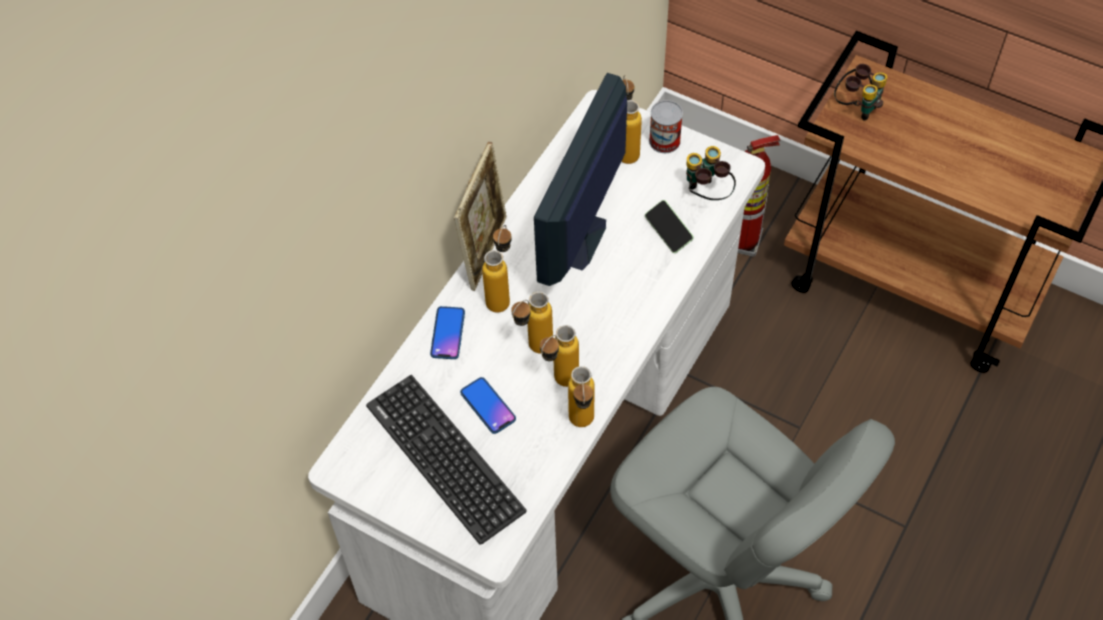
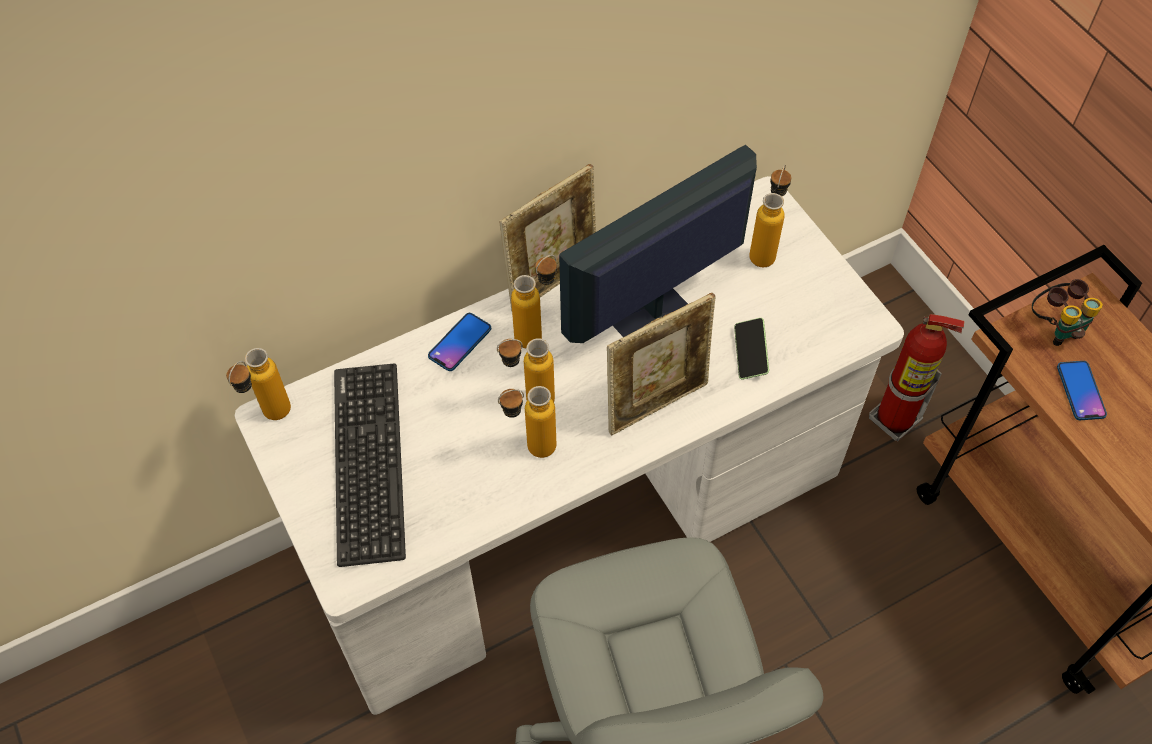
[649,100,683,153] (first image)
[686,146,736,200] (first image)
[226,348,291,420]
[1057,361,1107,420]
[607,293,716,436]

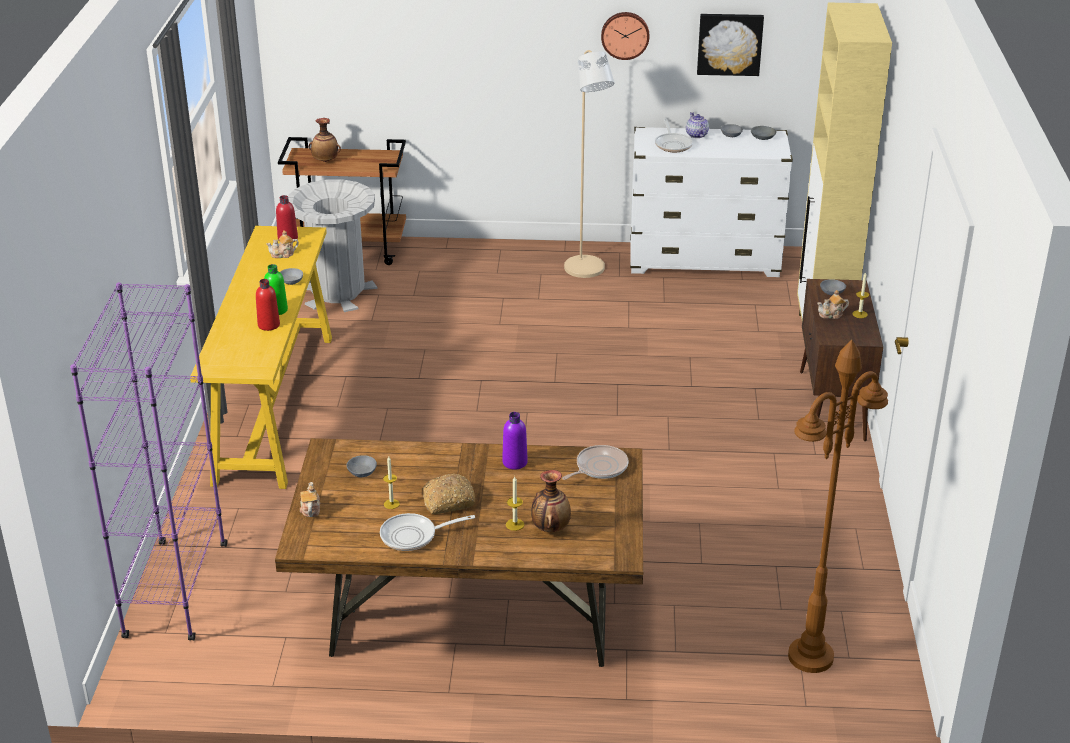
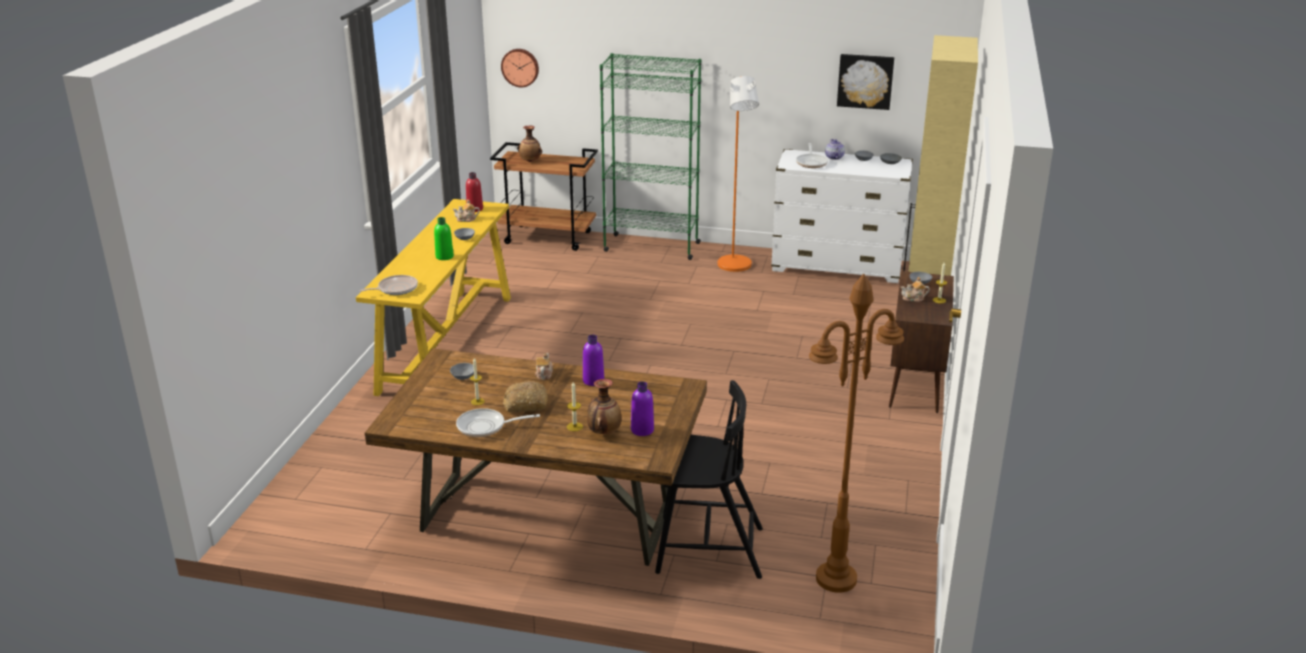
[501,49,539,87]
[718,76,759,272]
[288,179,377,312] (first image)
[256,279,280,331] (first image)
[70,282,227,640] (first image)
[359,275,418,295]
[535,353,553,380]
[600,53,702,260]
[655,380,763,579]
[631,381,654,436]

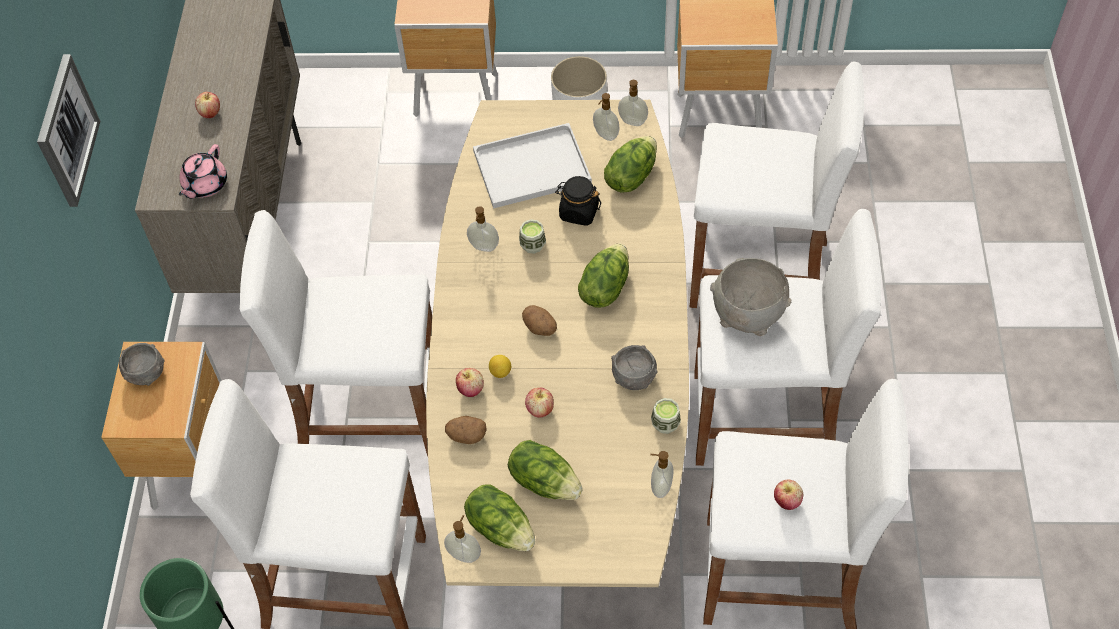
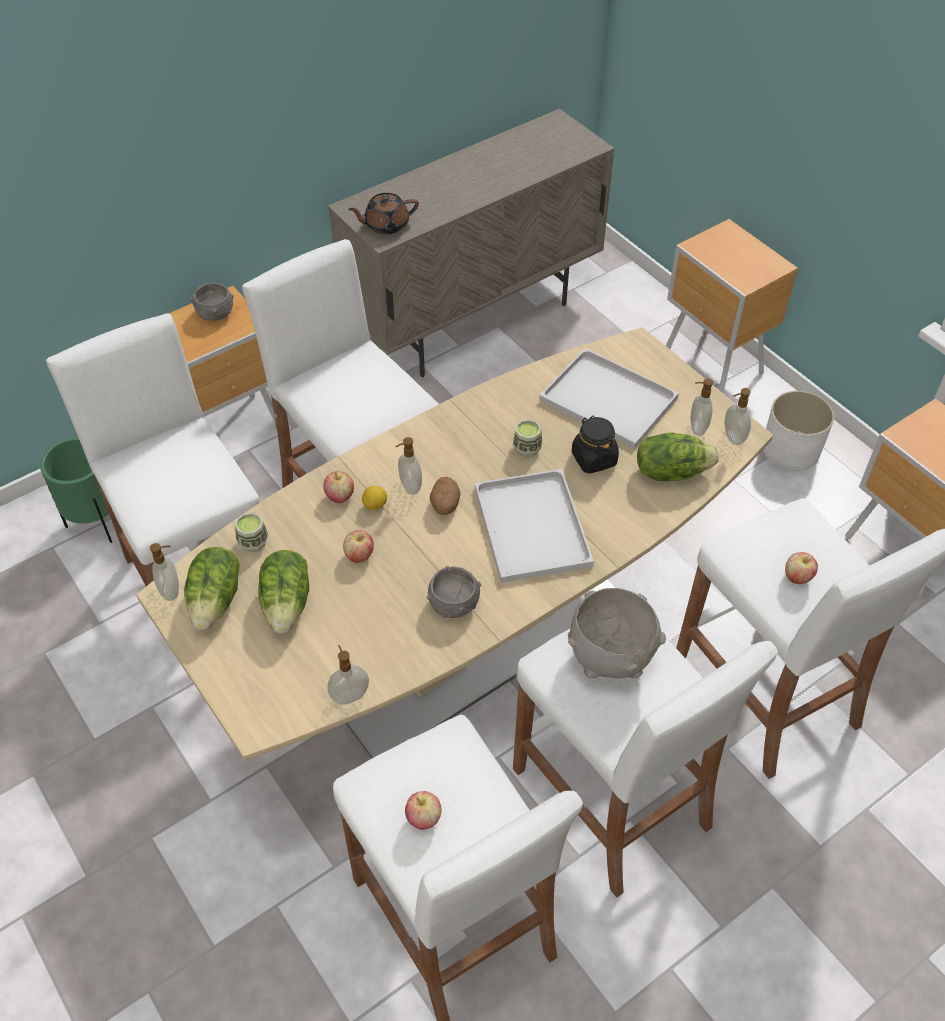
[37,54,100,207] (first image)
[785,552,818,584]
[348,193,419,235]
[396,437,422,495]
[475,469,594,583]
[235,512,268,553]
[445,416,487,444] (first image)

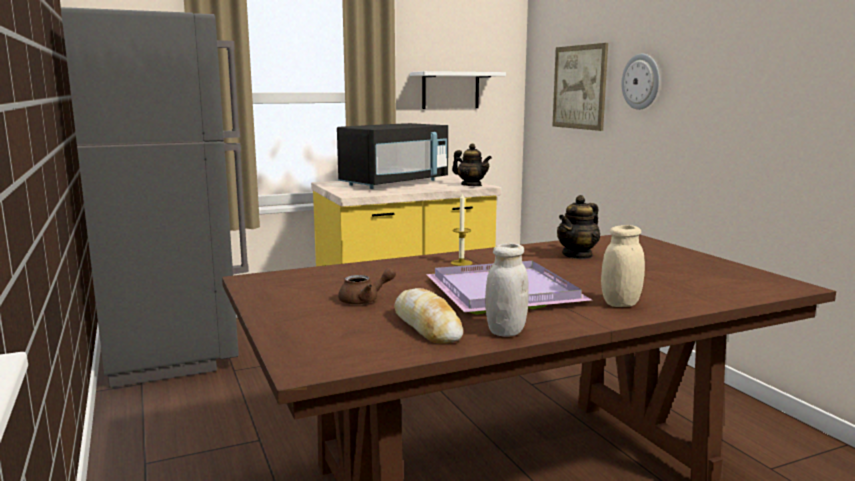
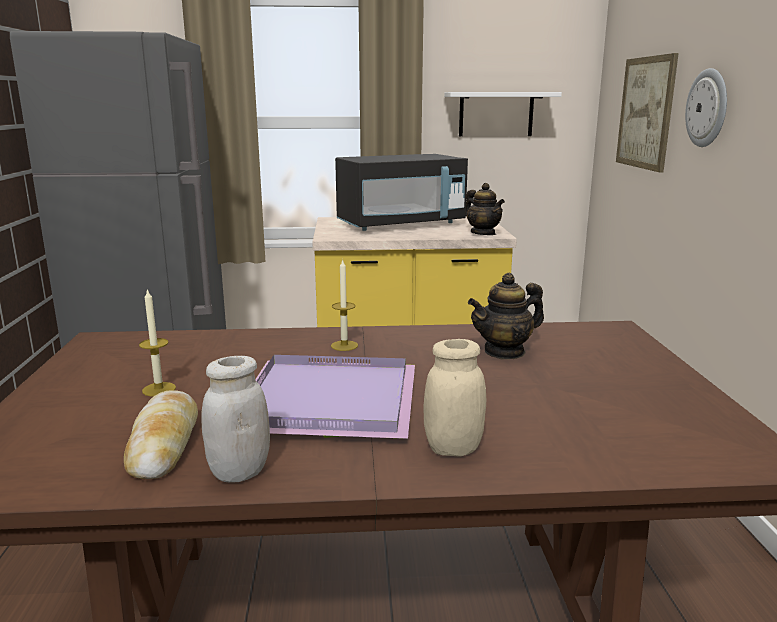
[139,288,176,396]

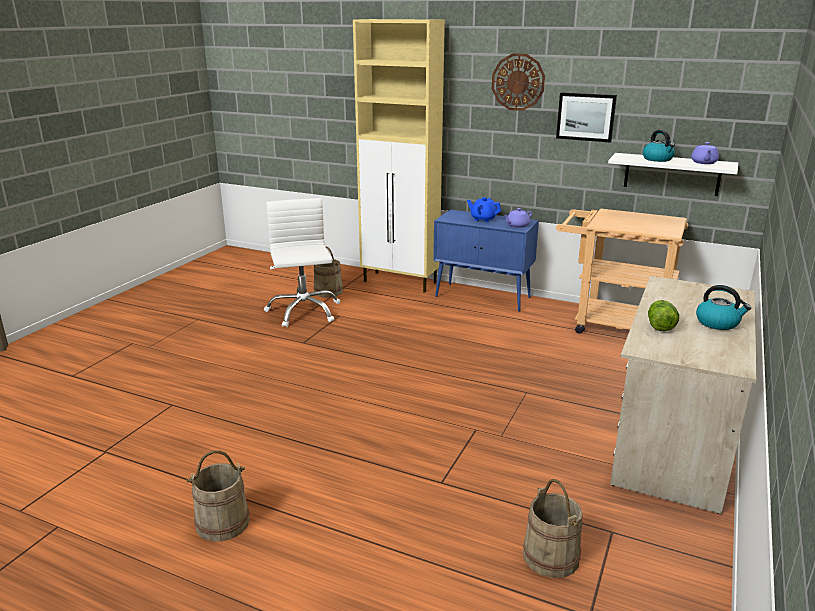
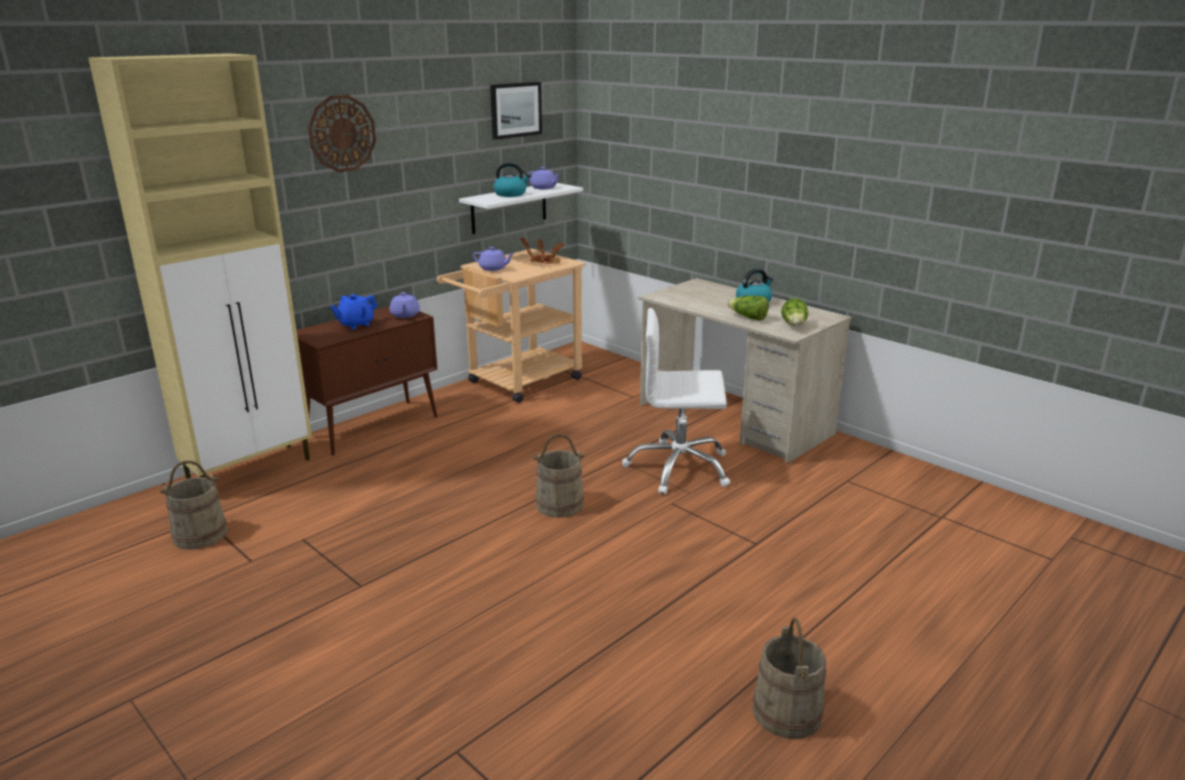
[490,82,542,140]
[622,308,730,495]
[296,306,437,456]
[533,434,585,518]
[520,238,565,264]
[473,247,515,271]
[781,298,809,326]

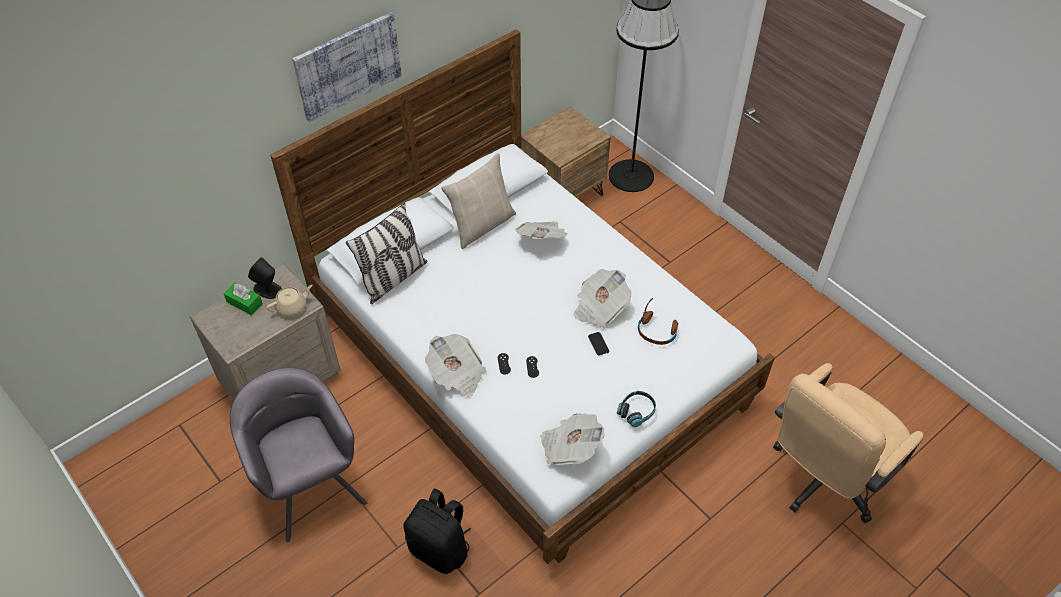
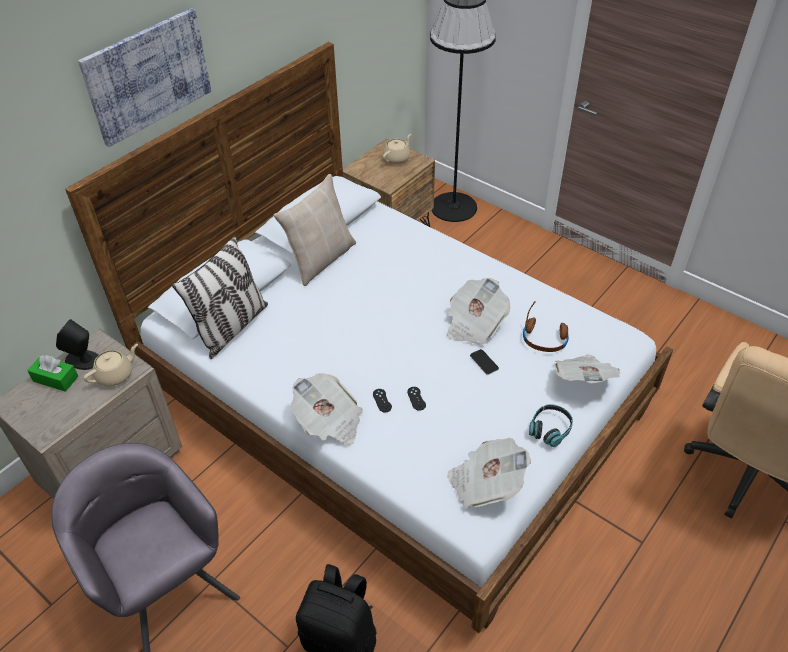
[554,355,620,384]
[383,134,411,164]

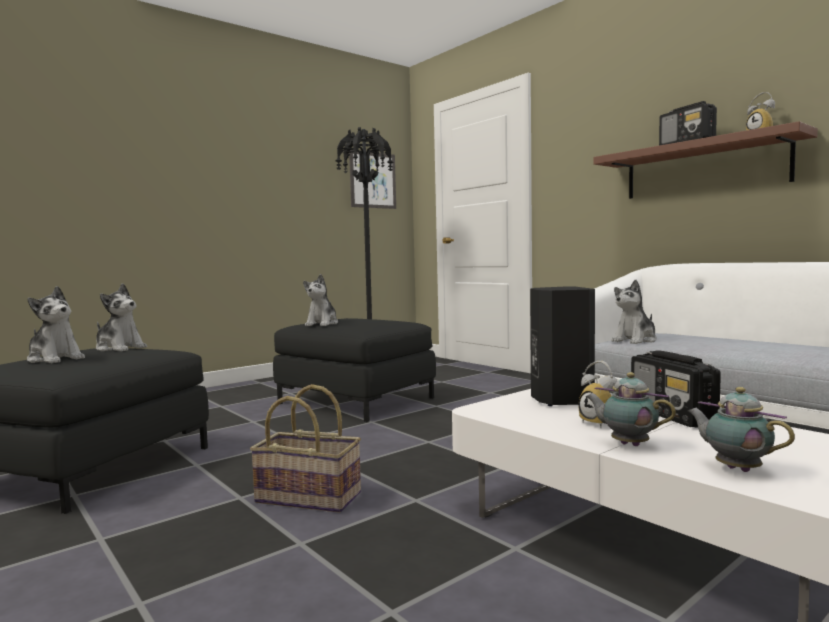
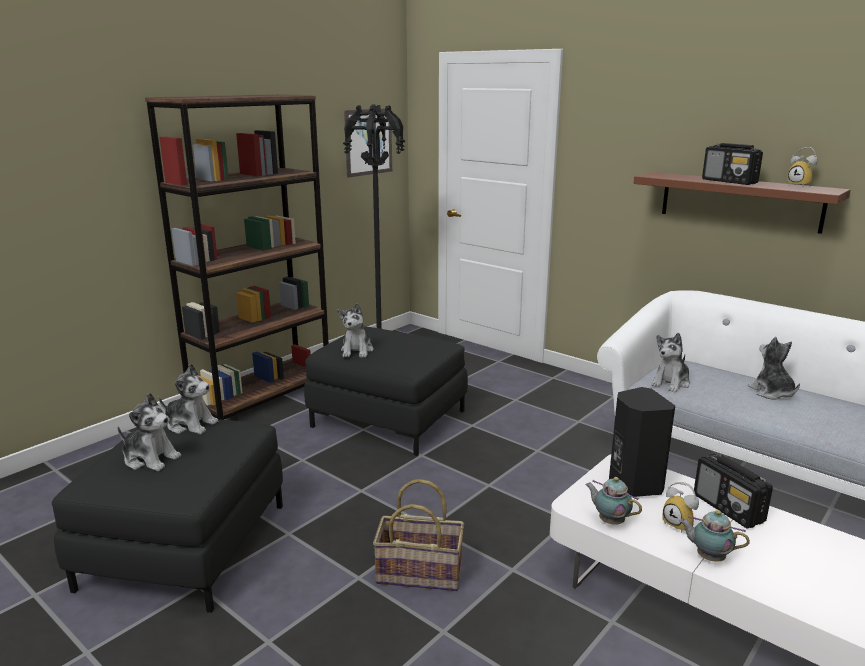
[585,477,642,525]
[145,94,329,420]
[748,337,800,400]

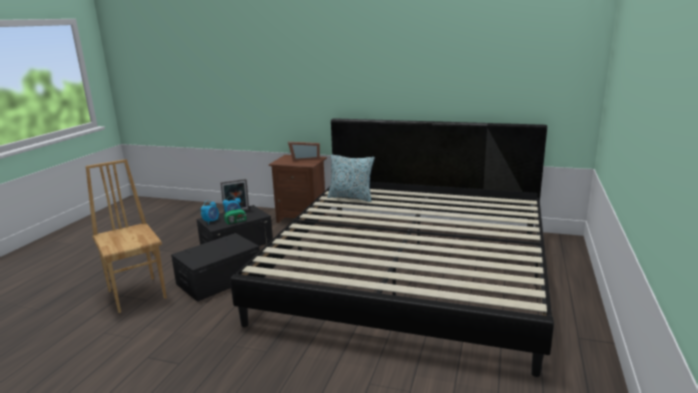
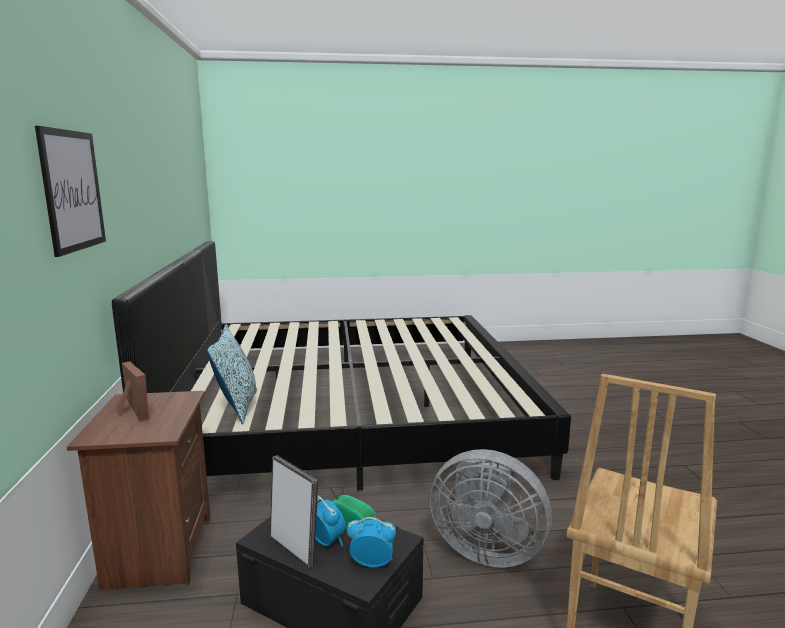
[430,449,552,567]
[35,126,106,257]

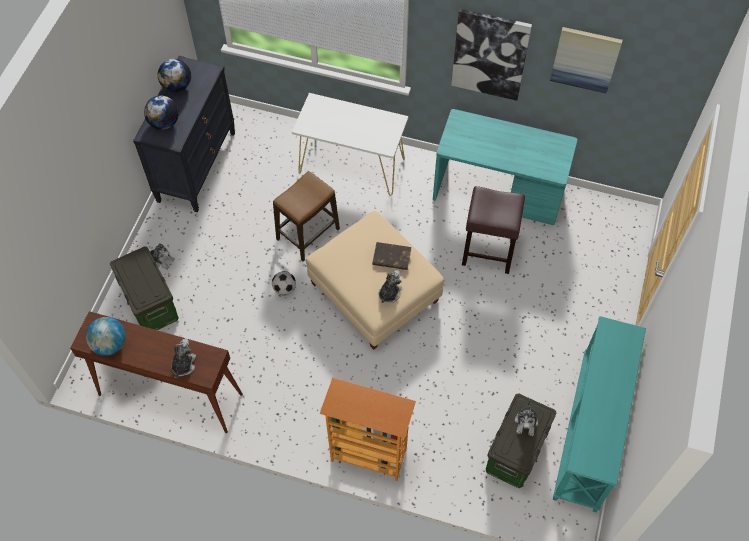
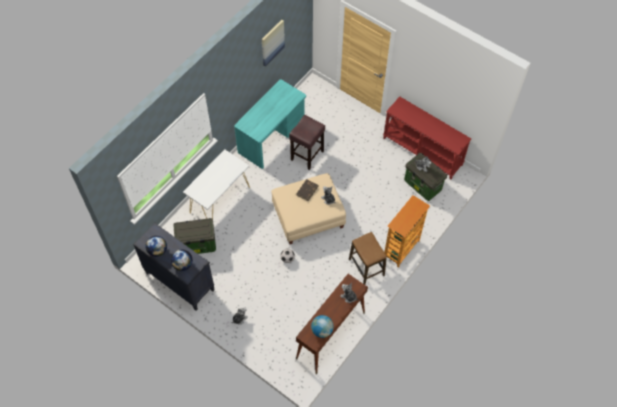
[451,9,532,101] (first image)
[349,232,387,285]
[173,218,216,254]
[383,97,471,179]

